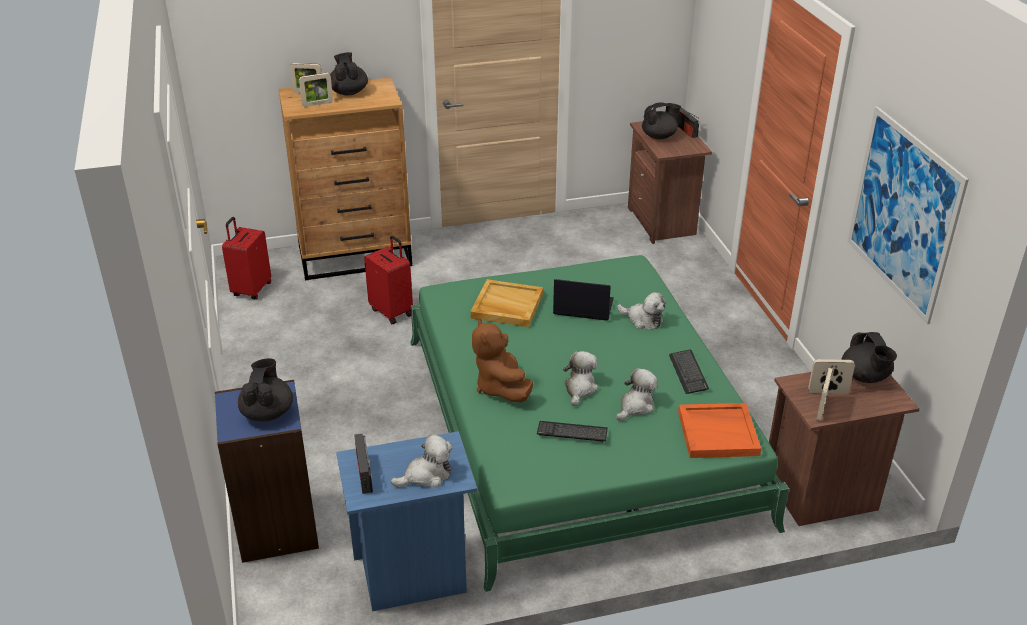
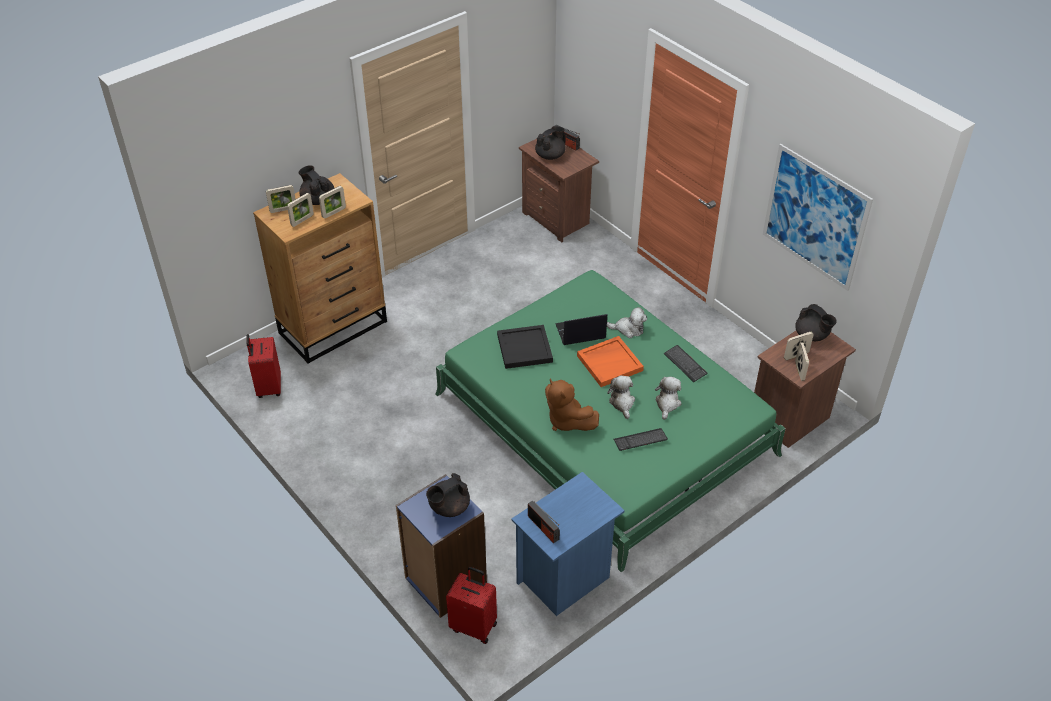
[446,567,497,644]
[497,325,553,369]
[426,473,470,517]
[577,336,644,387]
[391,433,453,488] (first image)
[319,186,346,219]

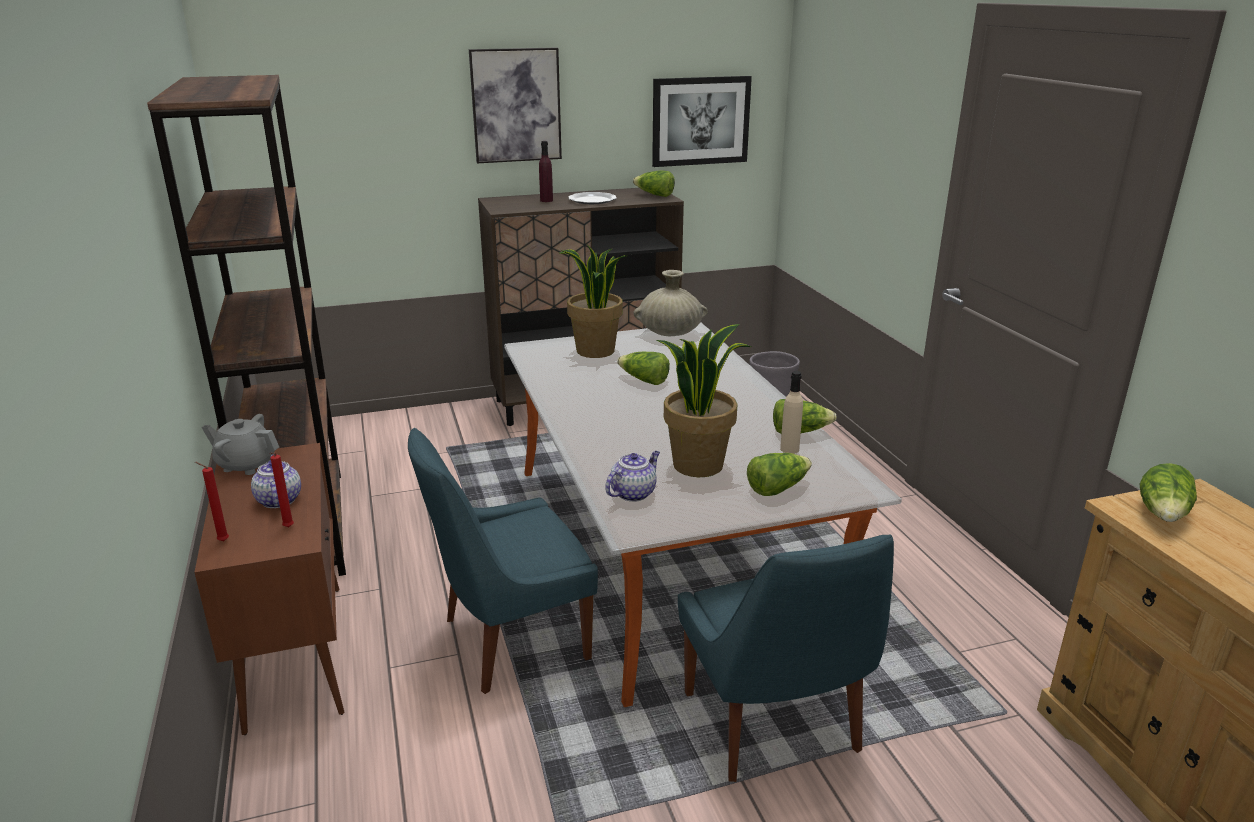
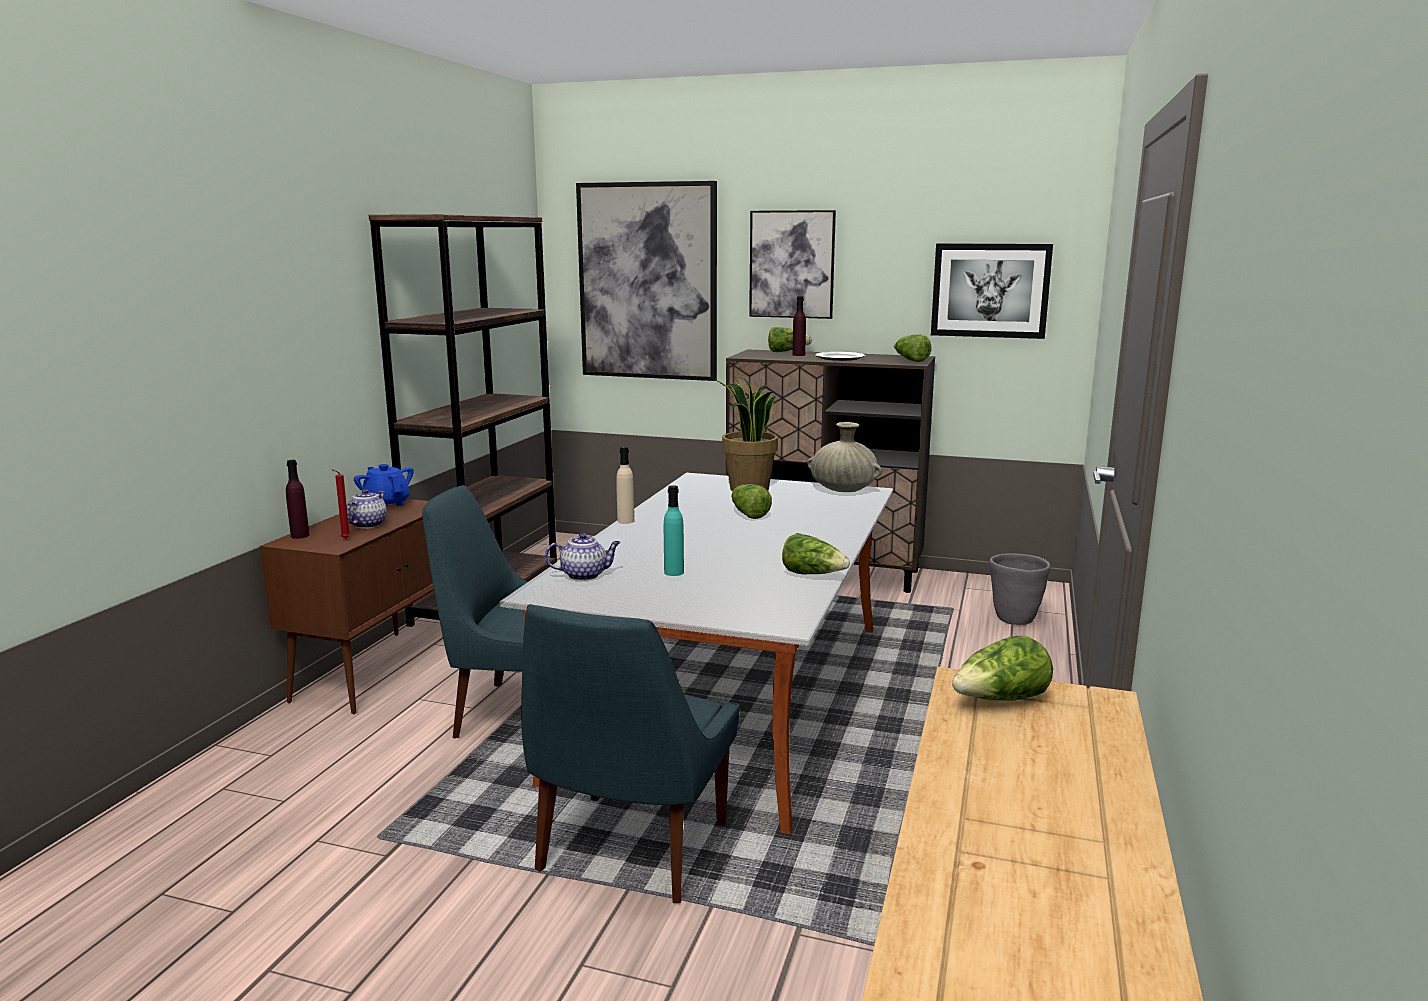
[664,485,684,576]
[616,447,634,524]
[354,464,414,506]
[768,327,812,352]
[286,460,310,539]
[576,181,717,381]

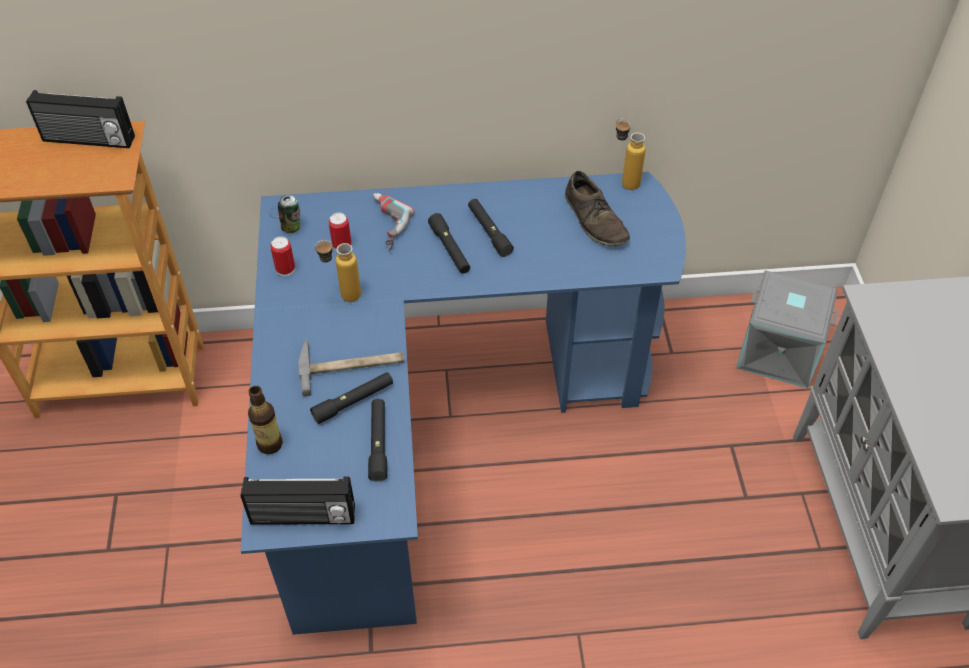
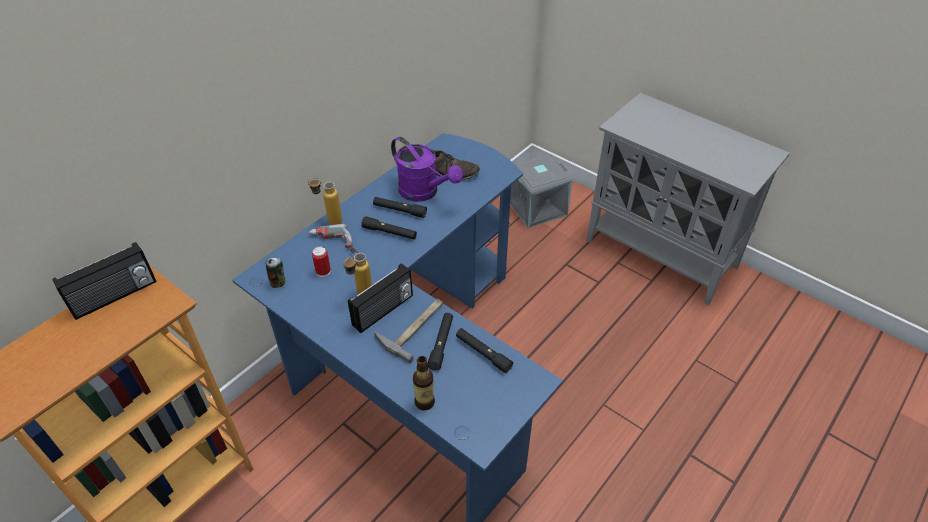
[308,178,342,225]
[270,236,295,276] (first image)
[348,263,413,333]
[391,137,463,202]

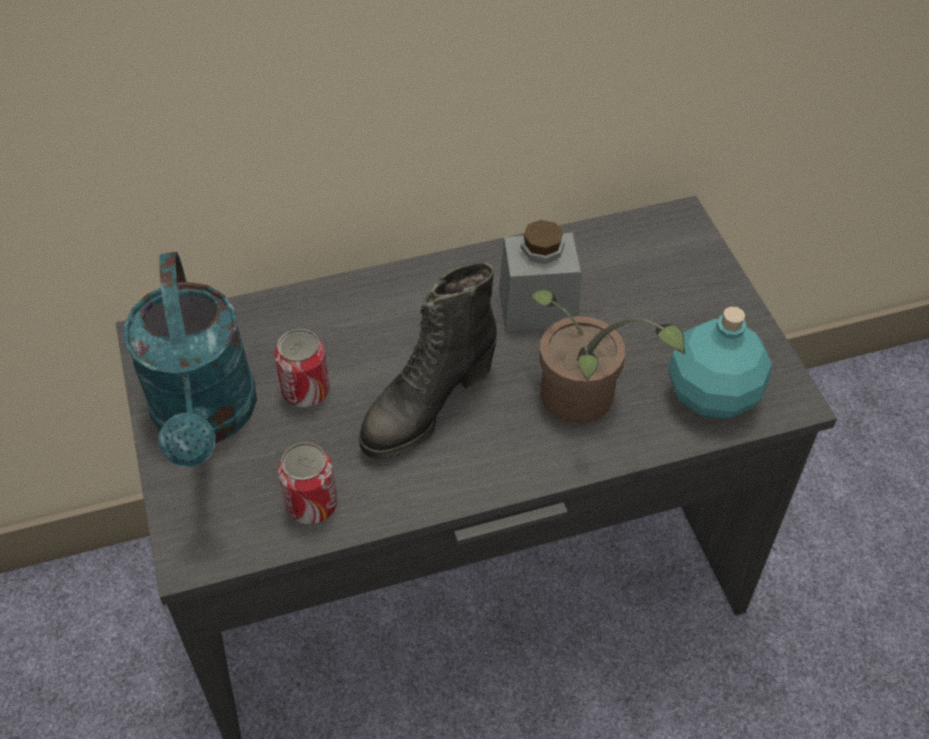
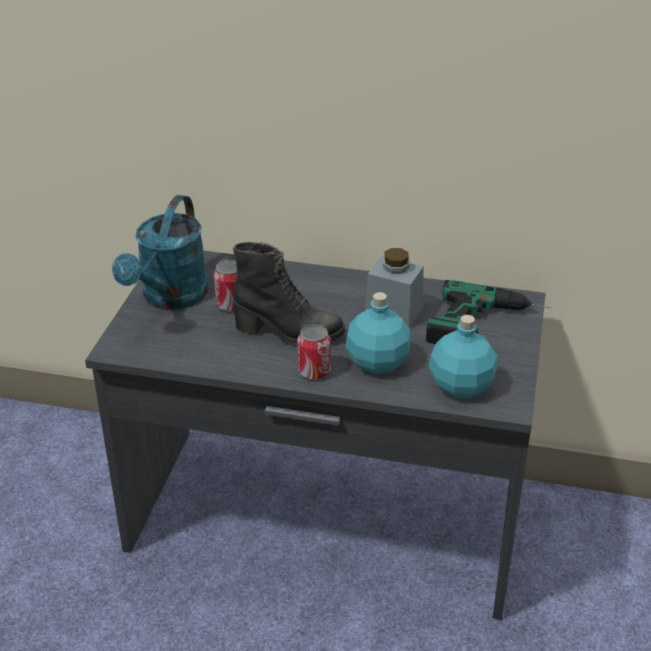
[233,242,345,346]
[345,292,411,374]
[298,324,331,380]
[426,280,551,344]

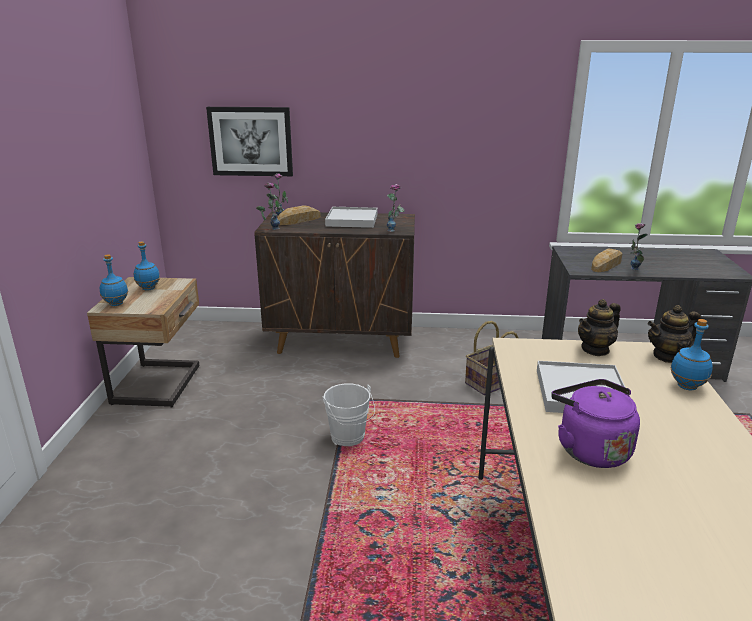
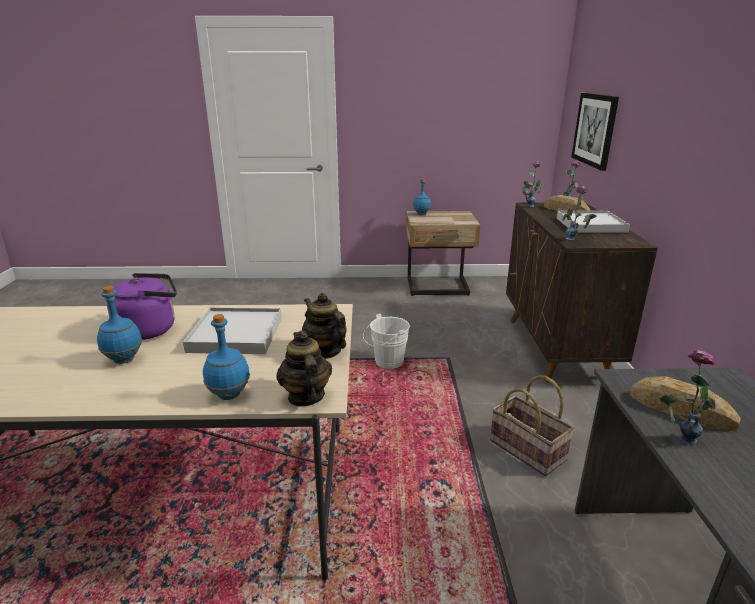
[97,286,142,364]

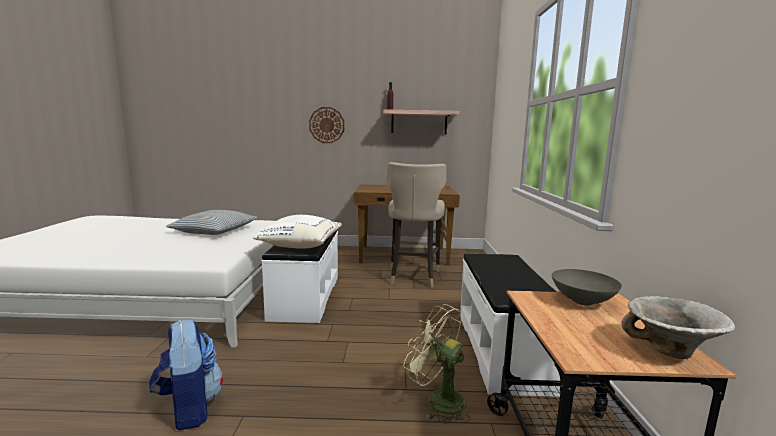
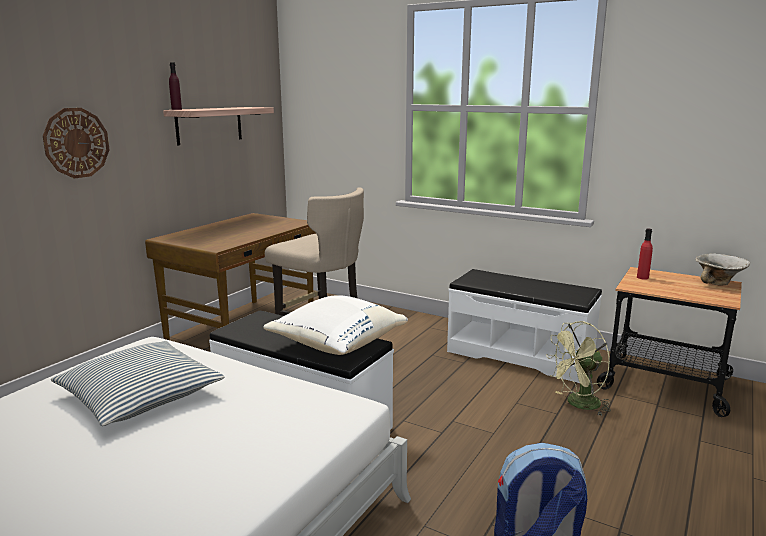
[637,229,653,280]

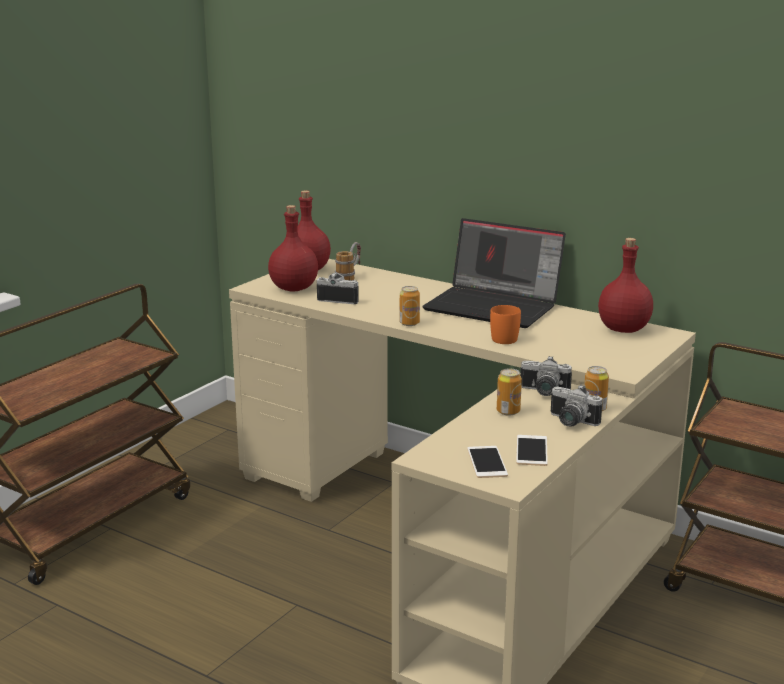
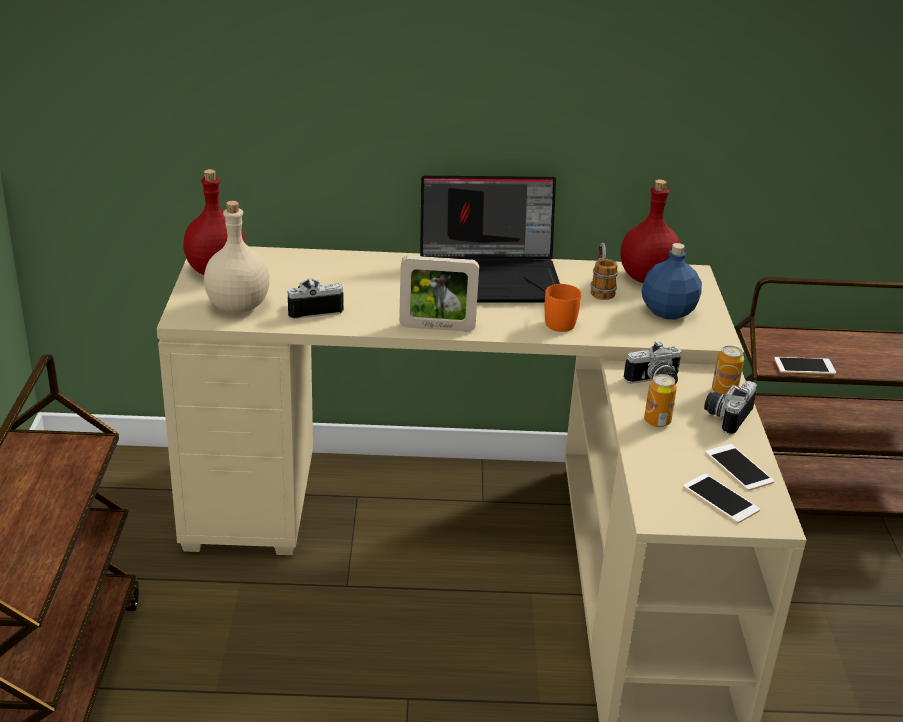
[204,201,270,312]
[590,243,618,300]
[399,256,479,332]
[704,381,757,435]
[642,243,702,319]
[774,357,836,374]

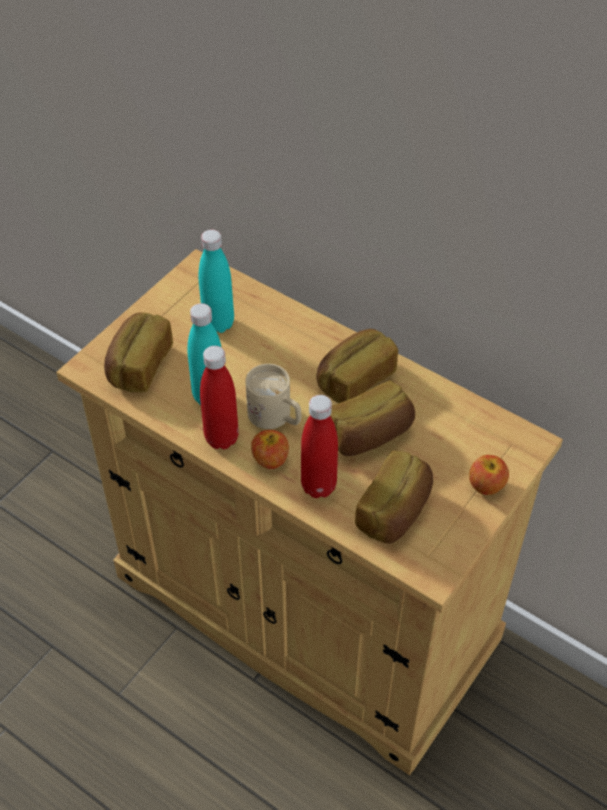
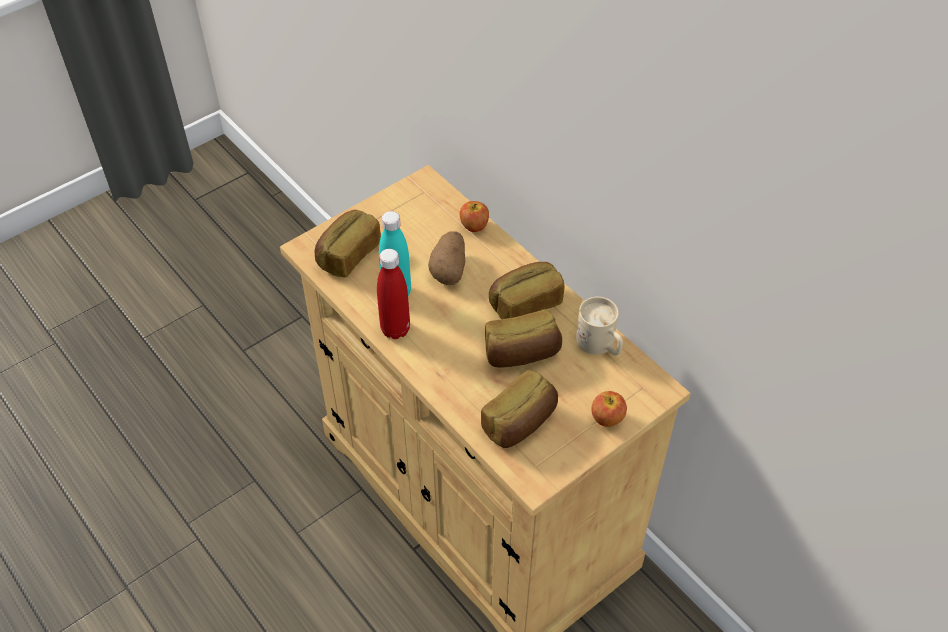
[198,230,234,333] (first image)
[576,297,623,356]
[301,395,338,498] (first image)
[460,201,489,232]
[428,231,465,285]

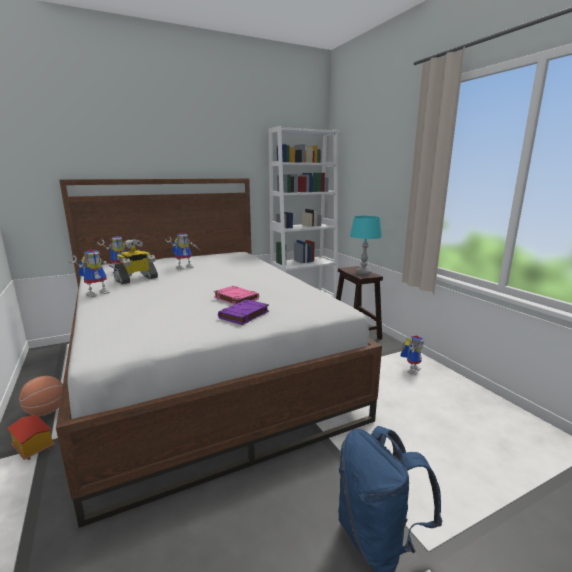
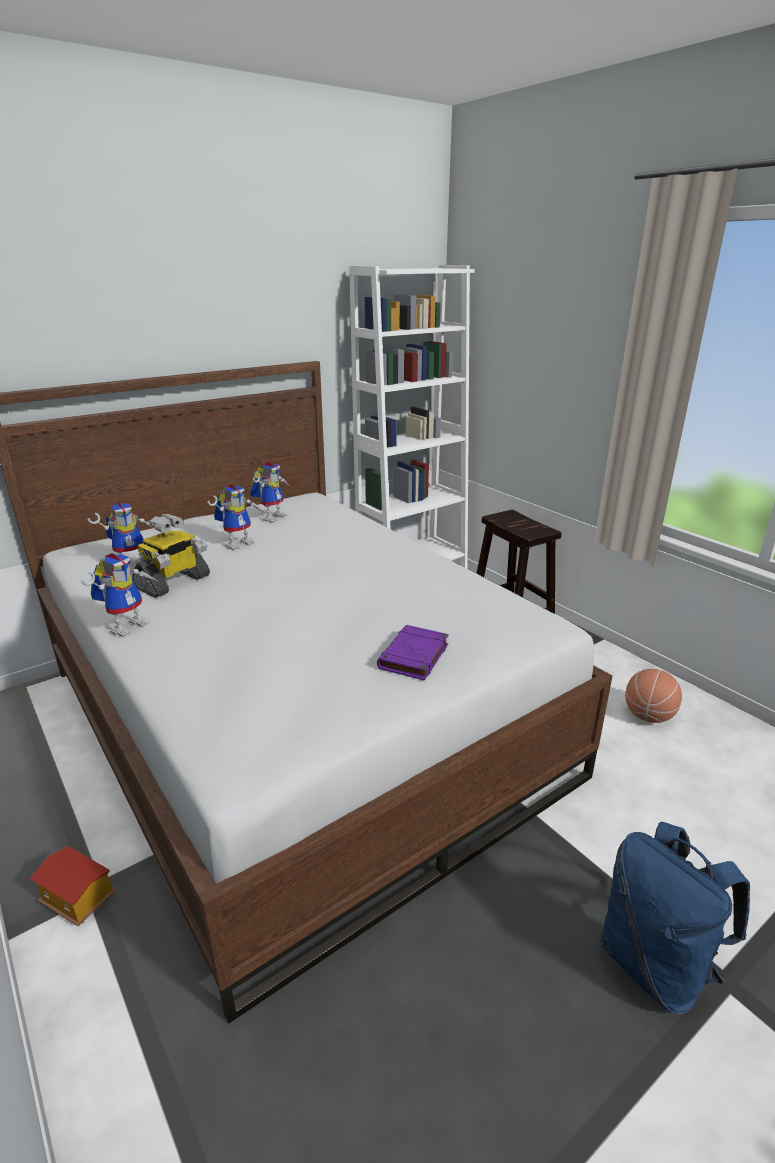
[350,216,382,275] (first image)
[214,286,259,305] (first image)
[250,462,290,523]
[625,669,682,723]

